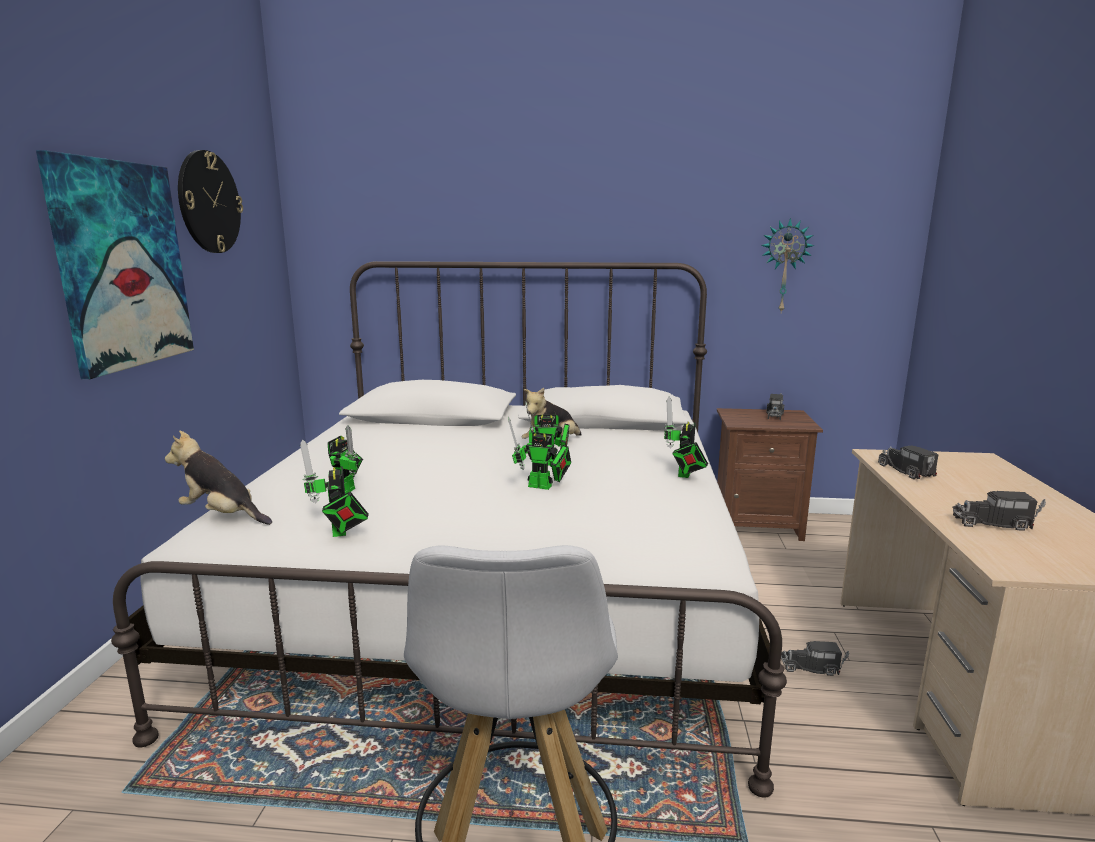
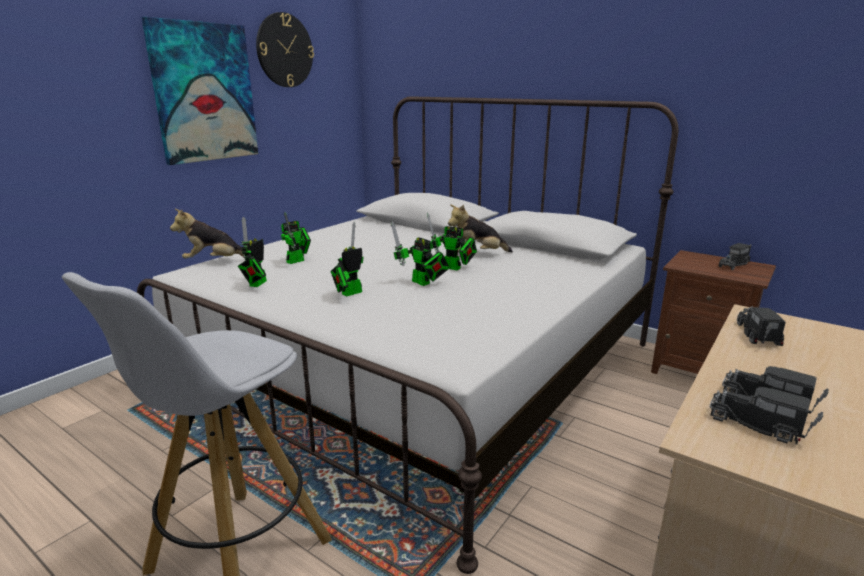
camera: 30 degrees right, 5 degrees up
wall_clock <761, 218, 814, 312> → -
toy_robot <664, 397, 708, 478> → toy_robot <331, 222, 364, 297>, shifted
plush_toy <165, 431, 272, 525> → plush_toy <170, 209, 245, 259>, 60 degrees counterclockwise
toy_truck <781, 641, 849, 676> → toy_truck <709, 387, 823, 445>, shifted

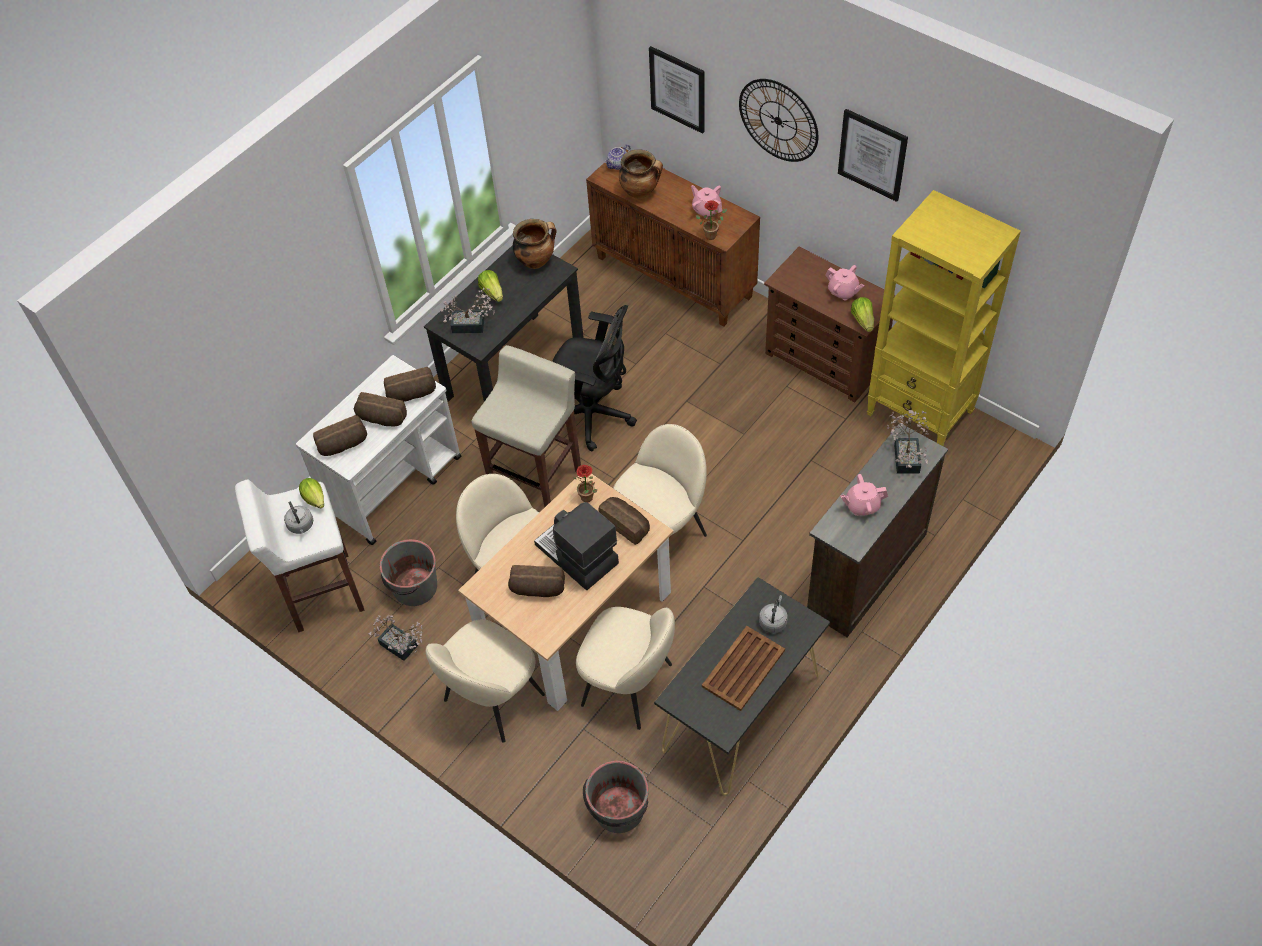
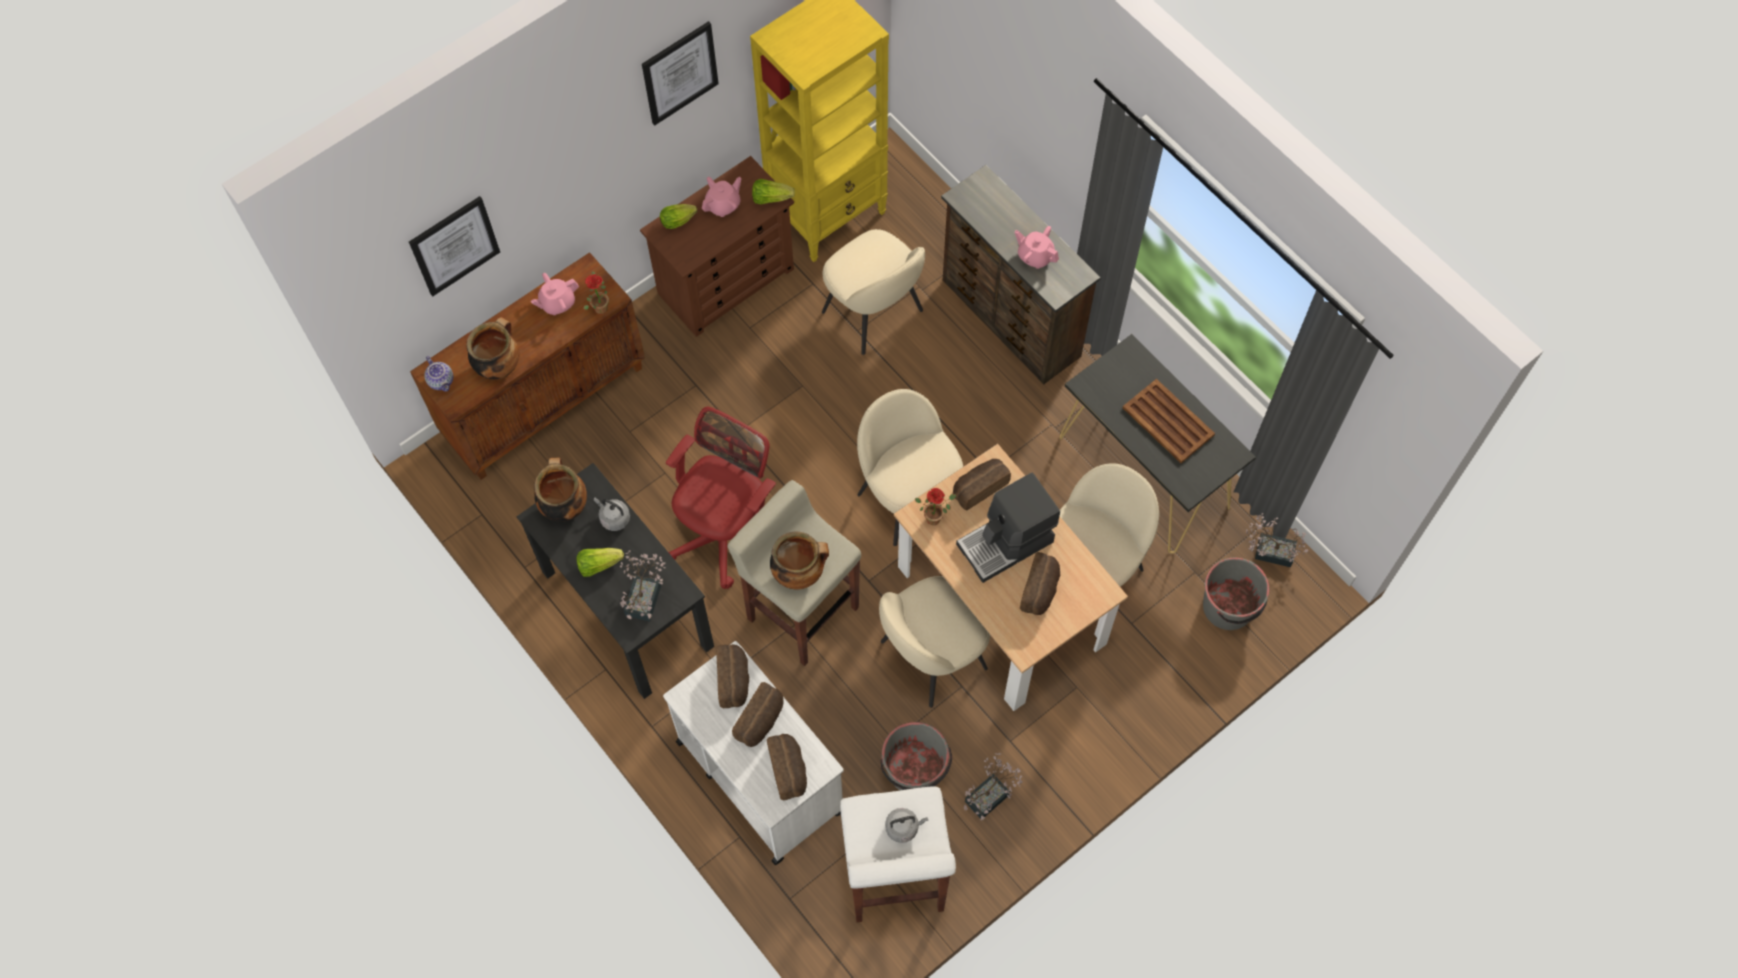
camera: 80 degrees left, 10 degrees up
wall_clock <739, 79, 818, 162> → -
black_office_chair <552, 305, 637, 451> → red_office_chair <666, 407, 776, 589>
potted_plant <887, 410, 929, 474> → potted_plant <1246, 513, 1308, 567>, shifted
pink_teapot <840, 474, 888, 516> → pink_teapot <1014, 226, 1059, 269>, 120 degrees clockwise
lettuce <299, 478, 324, 508> → lettuce <660, 204, 697, 229>, shifted
grey_kettle <759, 595, 788, 633> → grey_kettle <594, 498, 630, 531>, shifted
beige_chair <426, 619, 545, 743> → beige_chair <822, 229, 925, 355>, shifted
- → cooking_pot <770, 532, 829, 589>

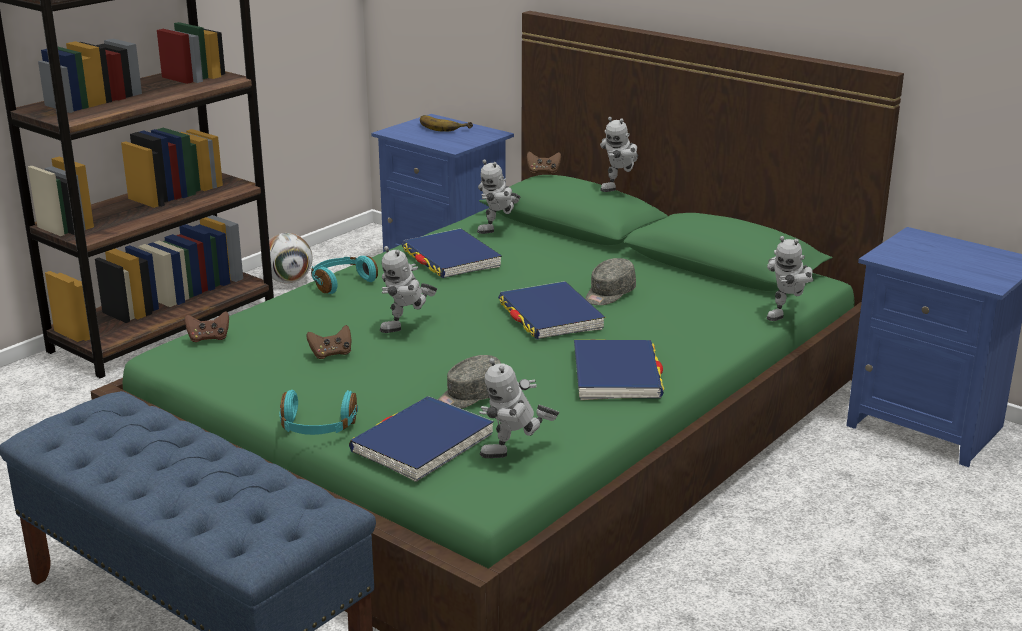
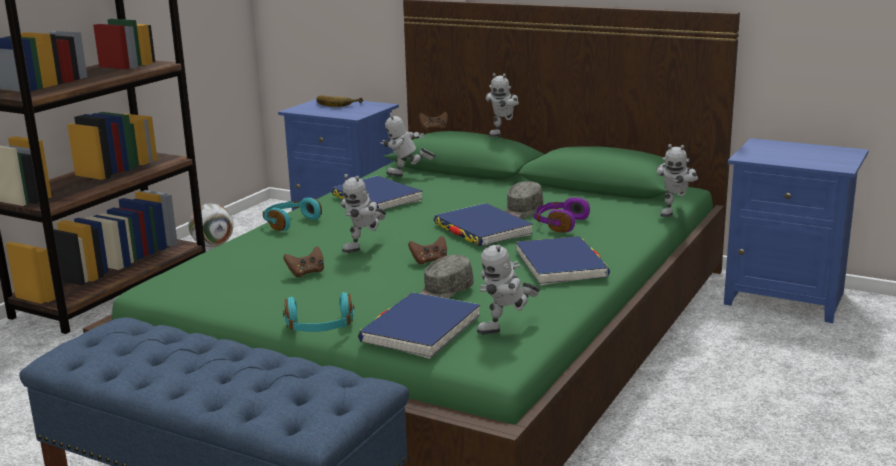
camera: 10 degrees left, 5 degrees down
toy_robot <477, 159, 520, 234> → toy_robot <380, 112, 436, 177>, 60 degrees clockwise
brown_game_controller <185, 311, 229, 342> → brown_game_controller <408, 236, 447, 264>, shifted
- → purple_headphones <533, 197, 590, 232>

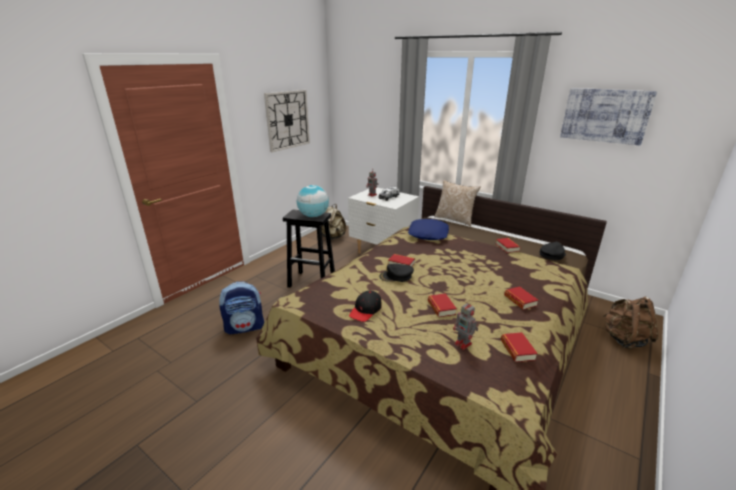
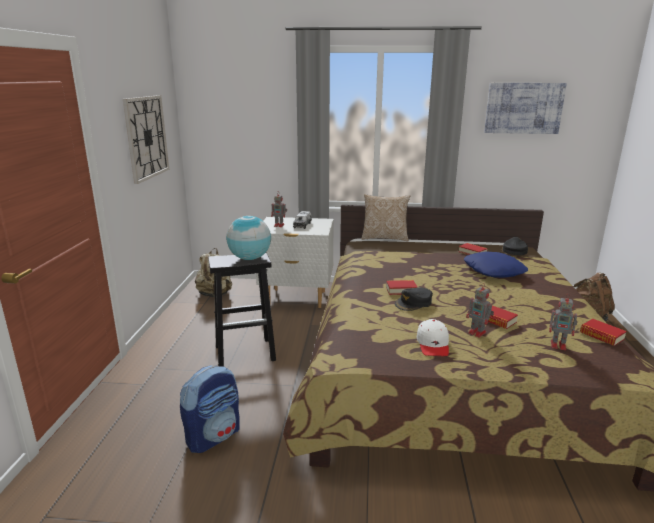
camera: 30 degrees left, 5 degrees down
blue_pillow <408, 219, 449, 240> → blue_pillow <464, 252, 528, 278>, shifted
book <504, 286, 538, 310> → -
black_cap <349, 291, 382, 322> → white_cap <417, 319, 449, 356>
- → toy_robot <466, 283, 494, 338>

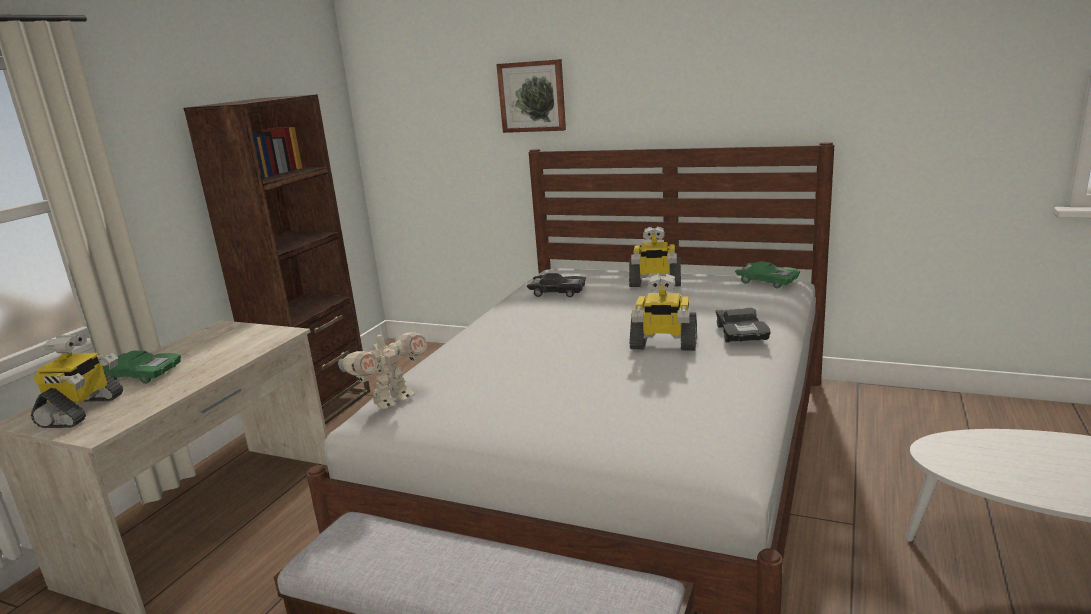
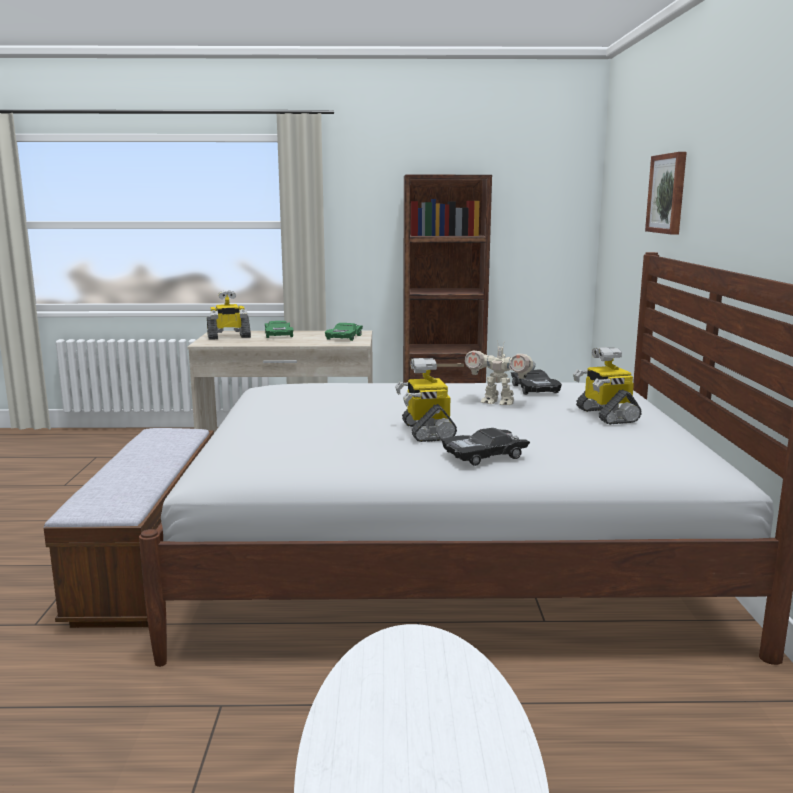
camera: 65 degrees right, 5 degrees down
green_toy_car <735, 261, 801, 288> → green_toy_car <325, 323, 363, 341>, shifted
toy_robot <338, 329, 427, 409> → toy_robot <465, 344, 536, 405>, shifted

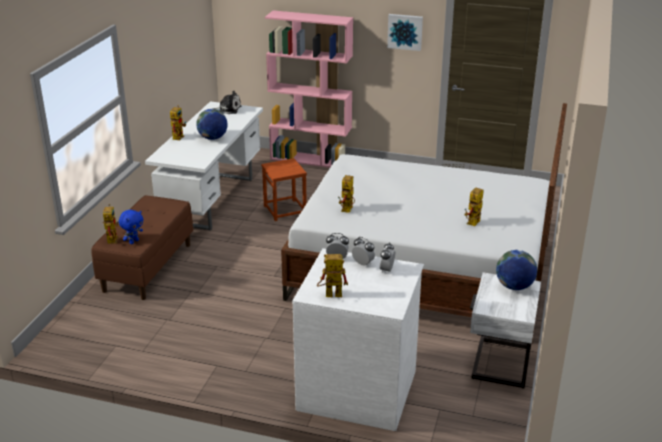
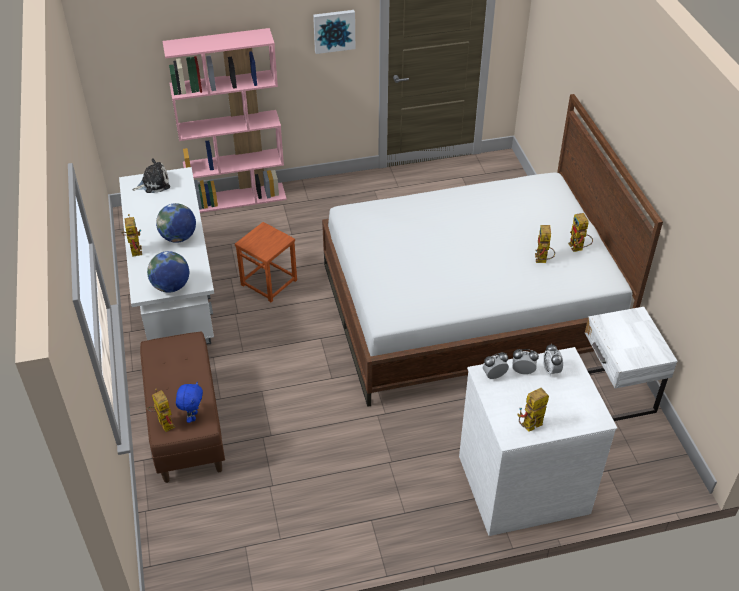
camera: 30 degrees left, 15 degrees up
toy_robot <338, 175, 355, 213> → toy_robot <568, 213, 593, 252>, shifted
globe <496, 250, 537, 290> → globe <147, 251, 189, 293>, shifted

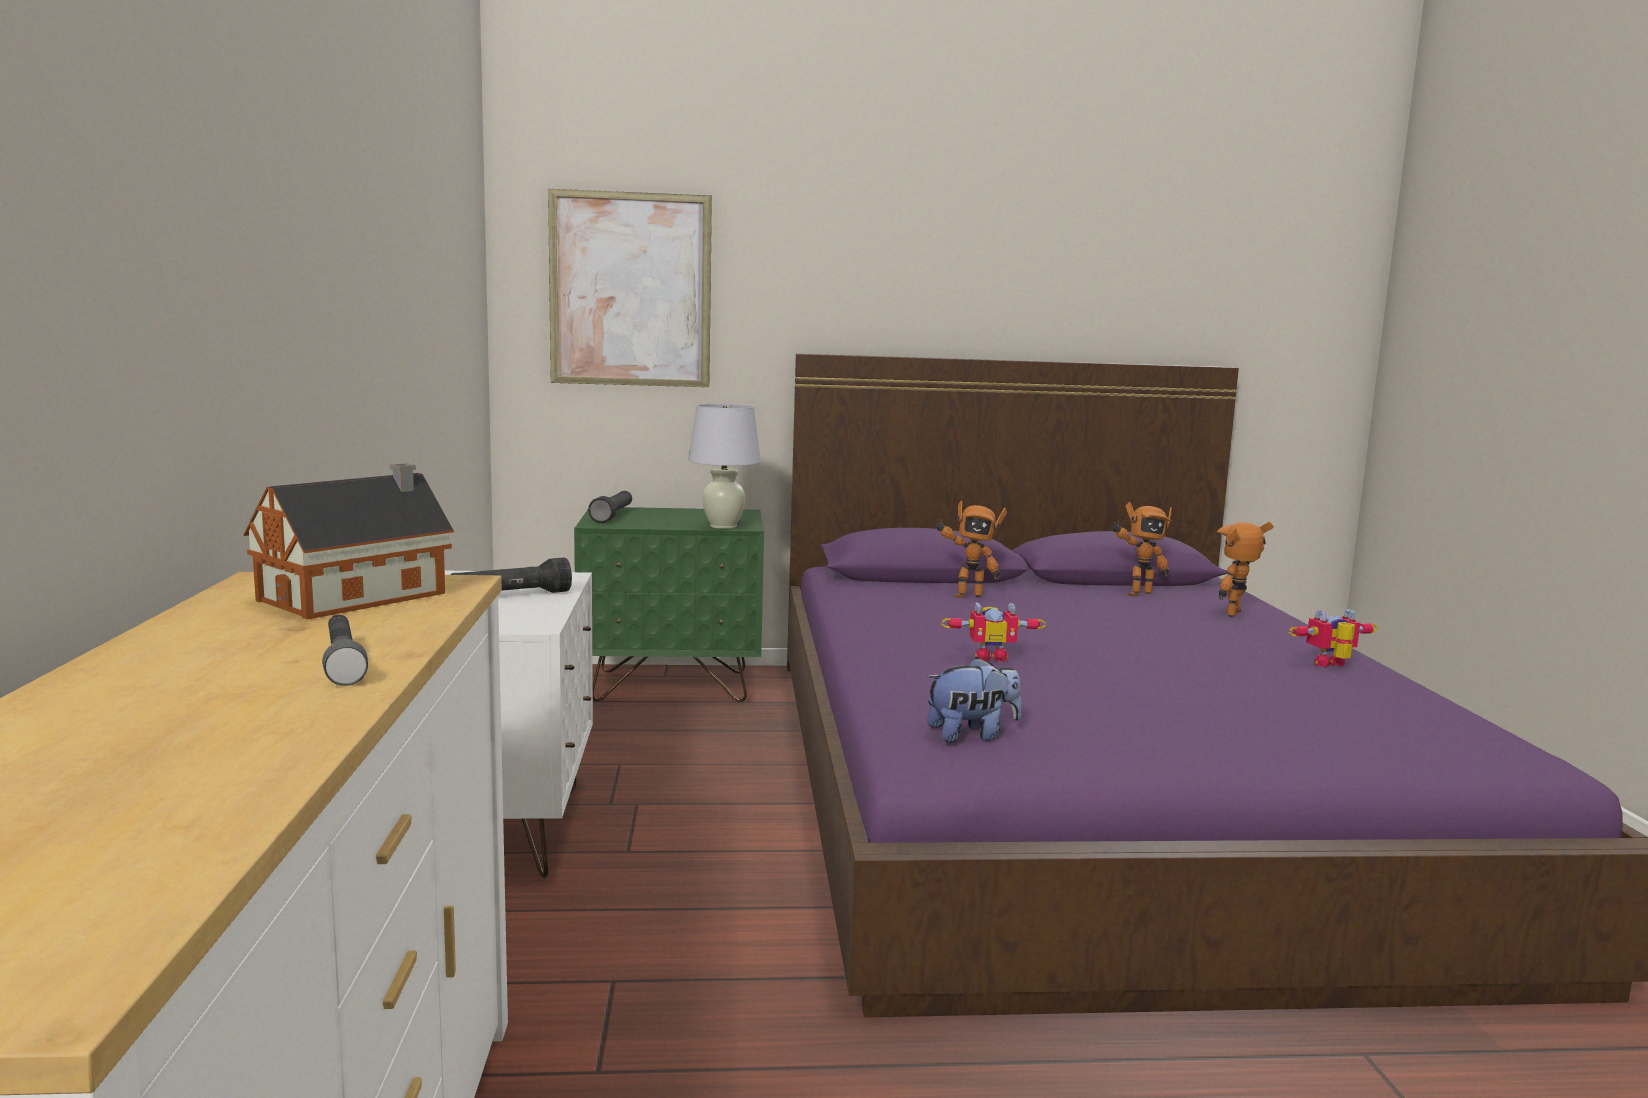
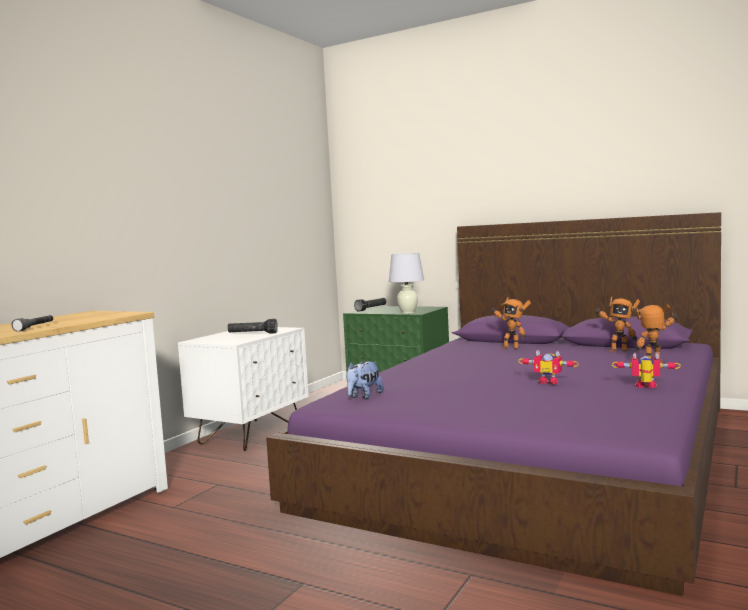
camera: 35 degrees right, 5 degrees down
picture <548, 189, 712, 387> → -
toy_house <244, 463, 454, 619> → -
toy_robot <941, 602, 1046, 662> → toy_robot <518, 350, 579, 385>, shifted
plush_toy <926, 657, 1022, 742> → plush_toy <346, 361, 383, 399>, 105 degrees clockwise

